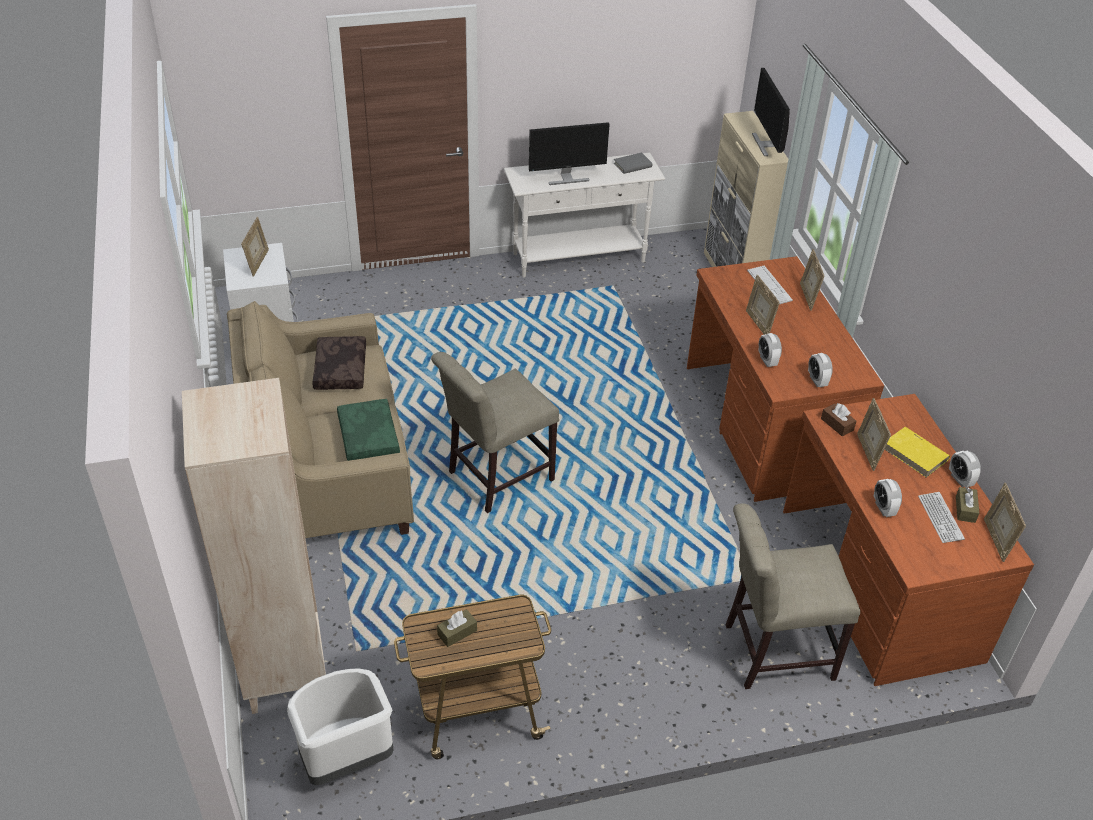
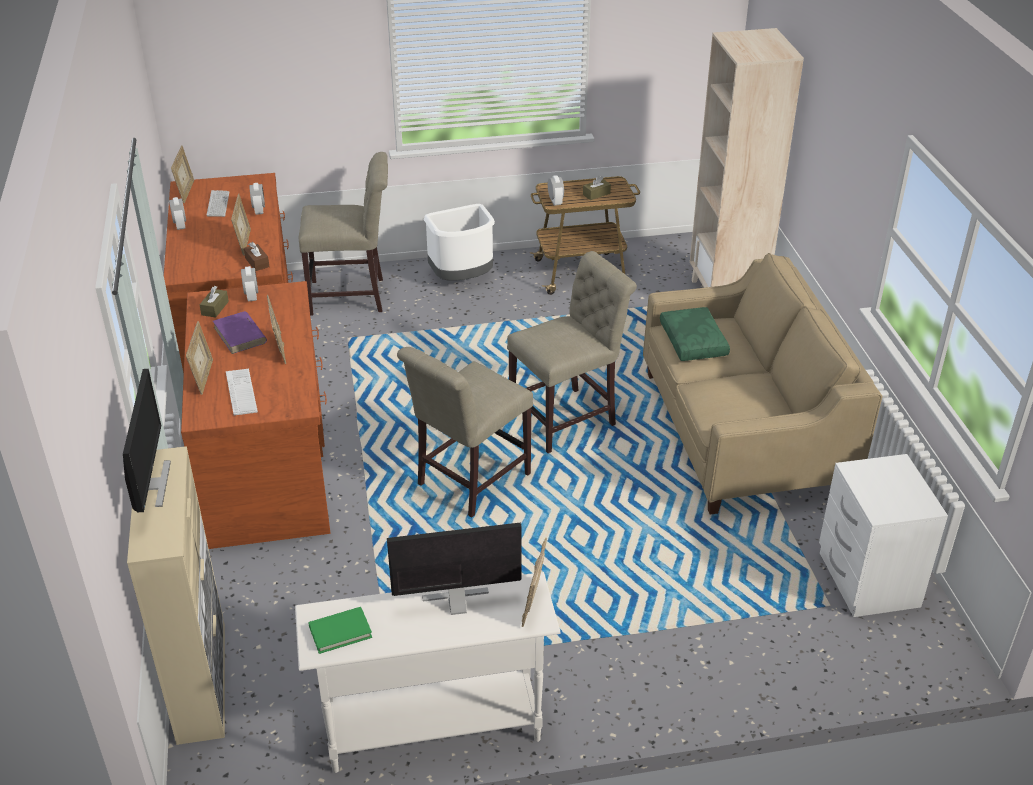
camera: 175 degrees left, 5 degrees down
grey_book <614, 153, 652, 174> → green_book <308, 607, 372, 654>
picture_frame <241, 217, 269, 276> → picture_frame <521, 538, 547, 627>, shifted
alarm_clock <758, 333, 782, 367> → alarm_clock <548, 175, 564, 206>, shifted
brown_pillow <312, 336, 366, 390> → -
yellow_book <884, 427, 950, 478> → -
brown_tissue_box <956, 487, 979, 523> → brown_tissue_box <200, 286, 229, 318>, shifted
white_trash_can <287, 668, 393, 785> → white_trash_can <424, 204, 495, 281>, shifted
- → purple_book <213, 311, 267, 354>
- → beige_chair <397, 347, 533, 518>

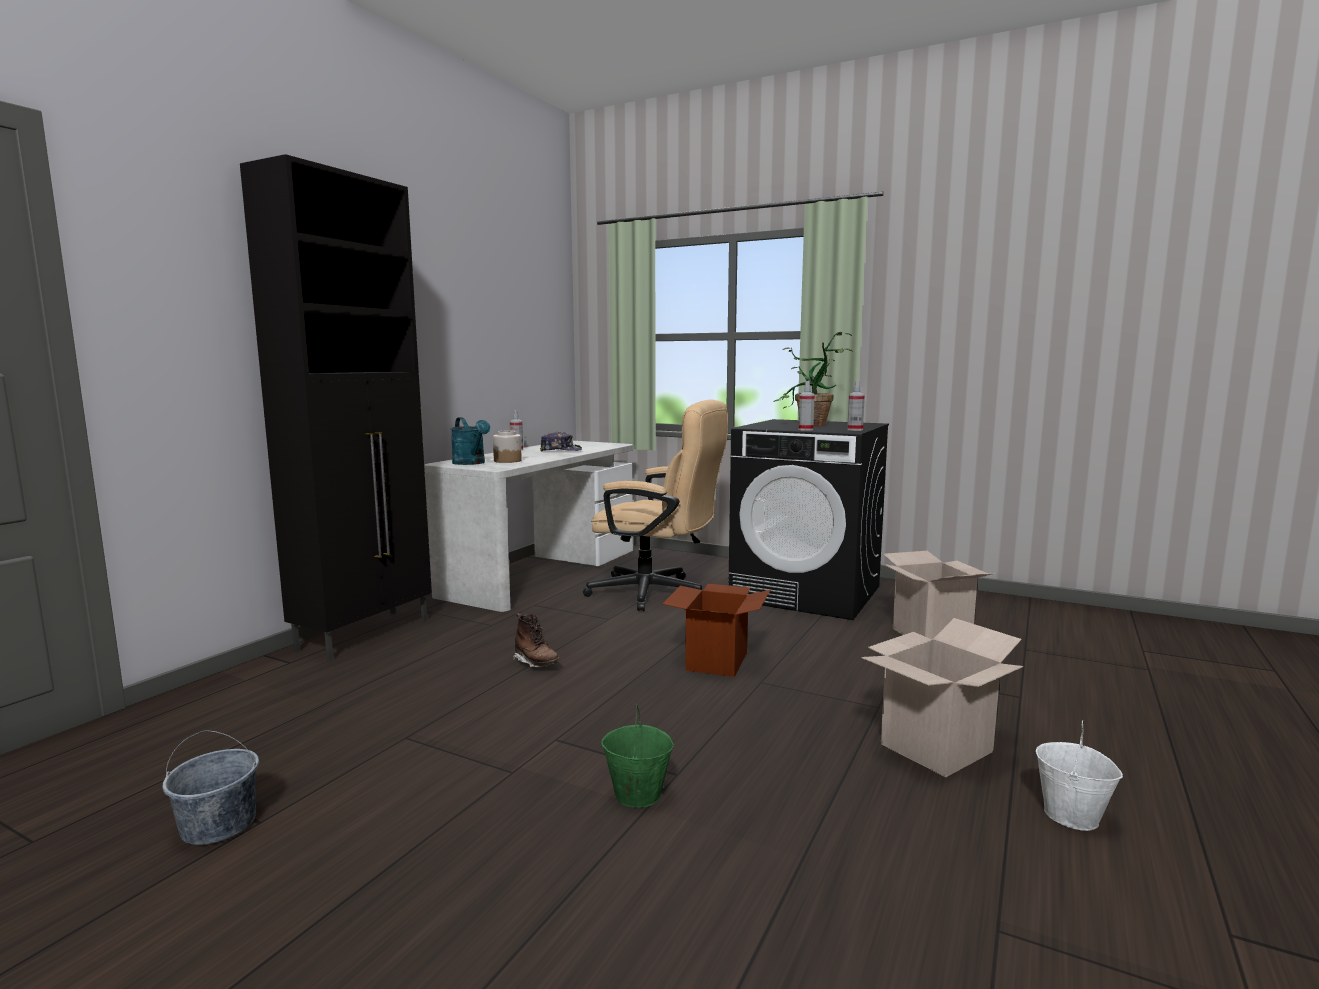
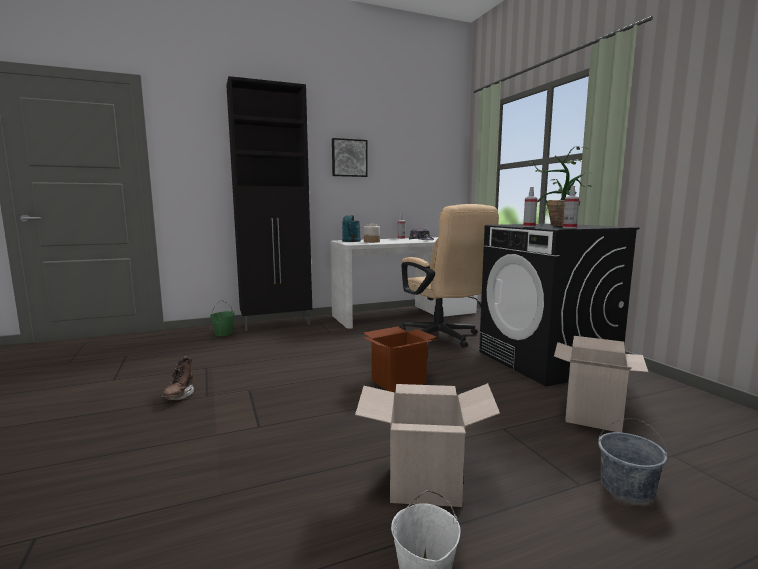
camera: 40 degrees right, 0 degrees up
brown_boot <513, 613, 560, 668> → brown_boot <162, 356, 194, 400>, shifted
green_bucket <601, 704, 674, 808> → green_bucket <210, 300, 235, 336>, shifted
grey_bucket <163, 730, 259, 845> → grey_bucket <598, 418, 667, 503>, shifted
- → picture <332, 138, 368, 177>

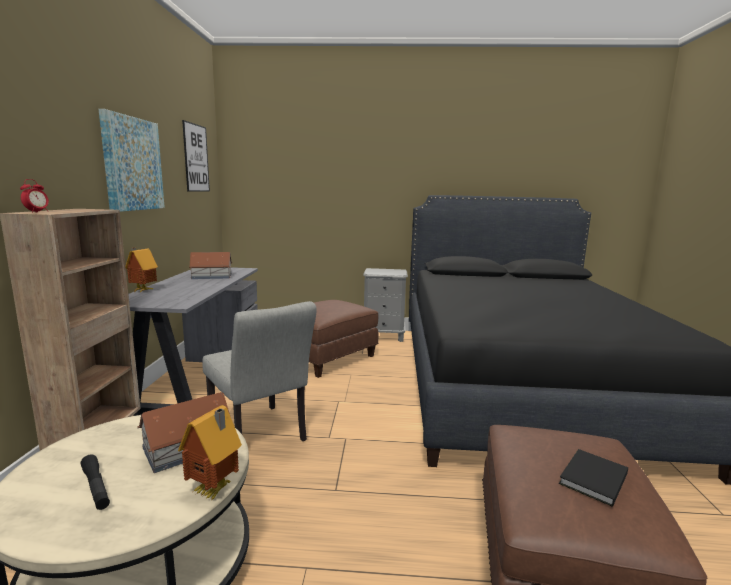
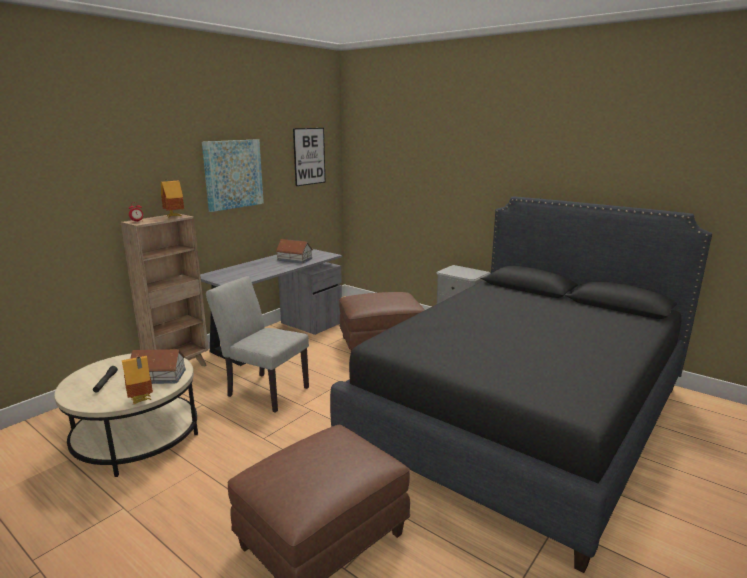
camera: 35 degrees right, 5 degrees up
toy_house <125, 248, 158, 292> → toy_house <161, 179, 184, 217>, shifted
grey_chair <202, 301, 317, 441> → grey_chair <206, 276, 309, 413>, 120 degrees clockwise
black_book <559, 449, 628, 507> → -

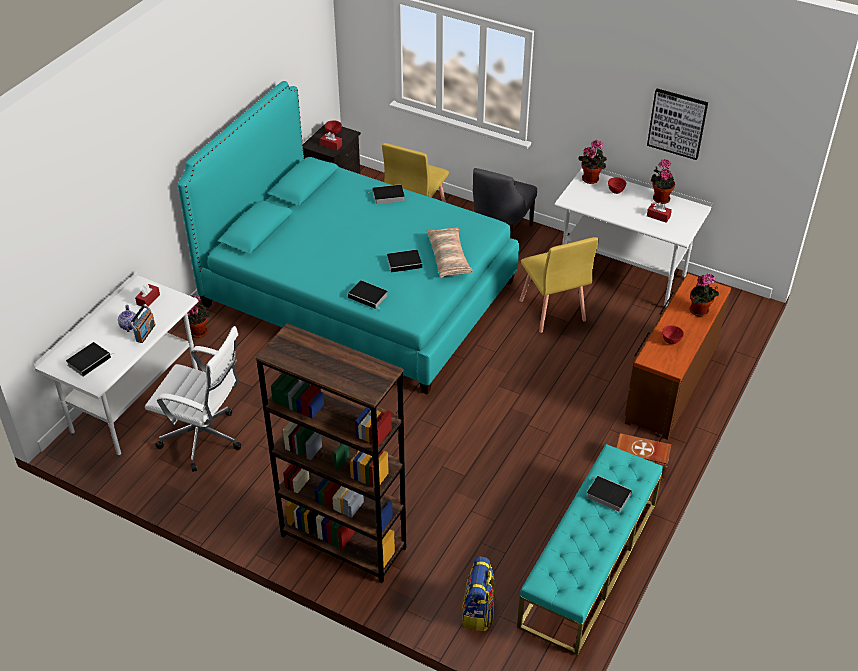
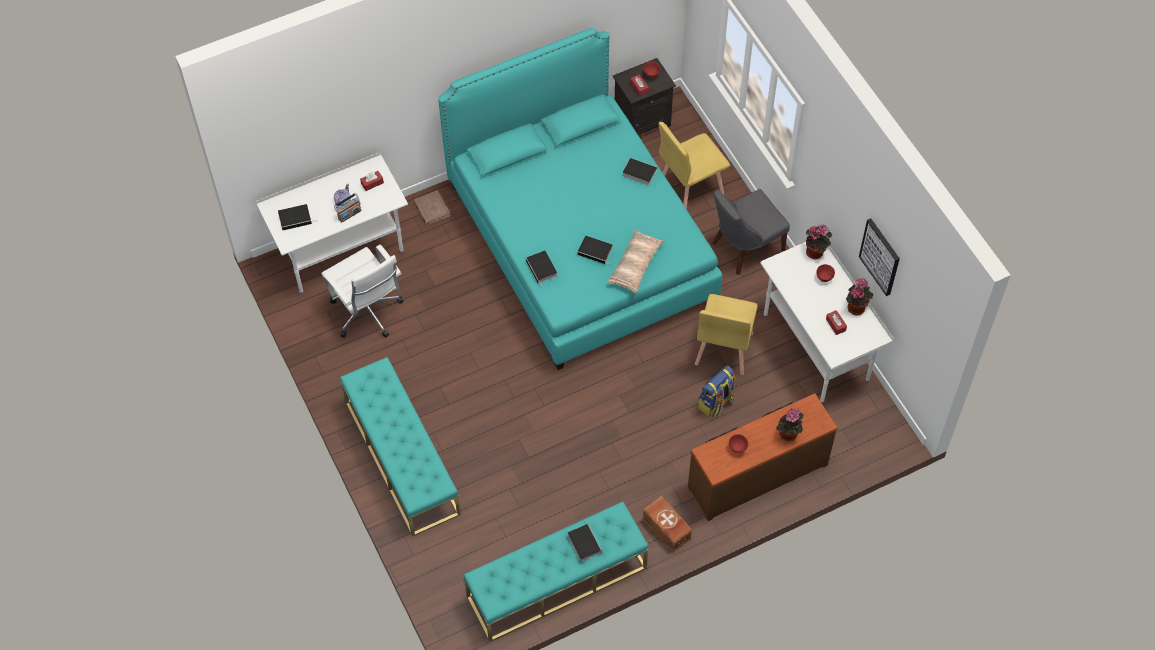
camera: 35 degrees right, 15 degrees up
potted_plant <182, 294, 211, 338> → brown_book <414, 190, 450, 225>
brown_bookcase <255, 323, 406, 583> → turquoise_bench <340, 357, 461, 537>
backpack <461, 556, 496, 631> → backpack <698, 366, 735, 418>, shifted

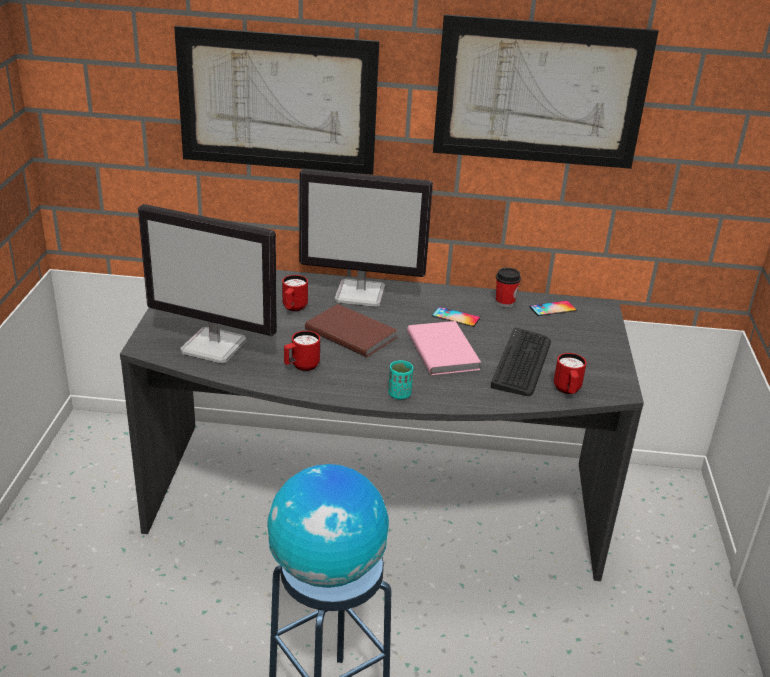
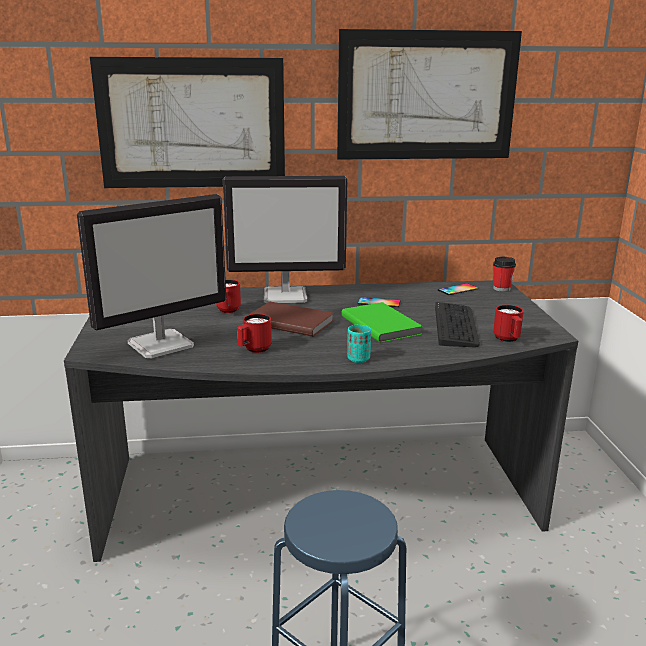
camera: 10 degrees left, 10 degrees down
monitor <138, 204, 277, 364> → monitor <77, 194, 226, 358>, 45 degrees counterclockwise
cup <496, 268, 521, 308> → cup <493, 257, 516, 292>, shifted
pink_book <407, 321, 481, 375> → green_book <341, 302, 423, 343>
globe <267, 464, 389, 588> → -

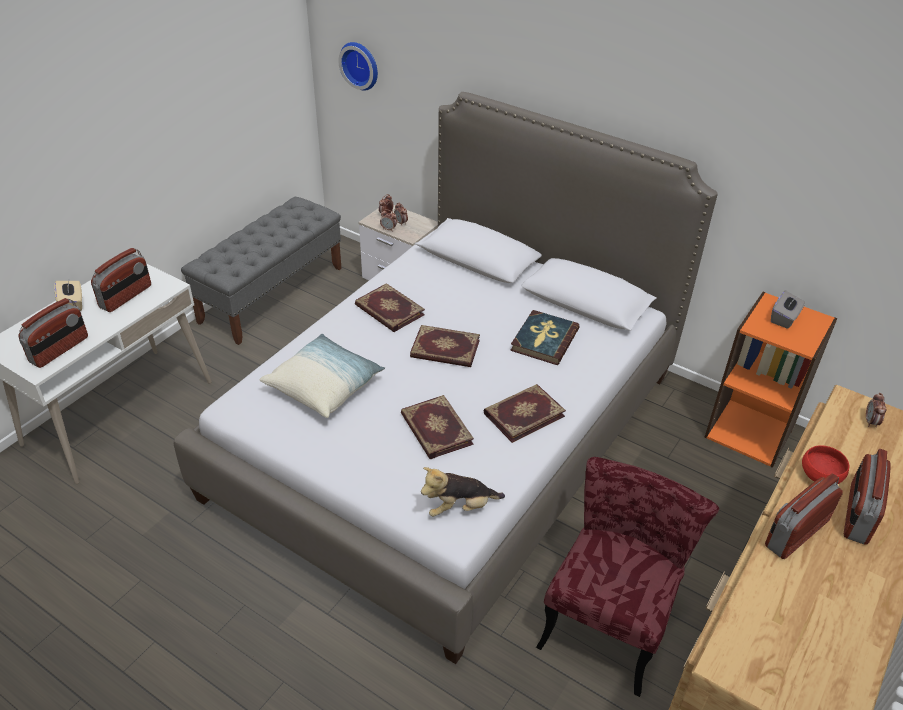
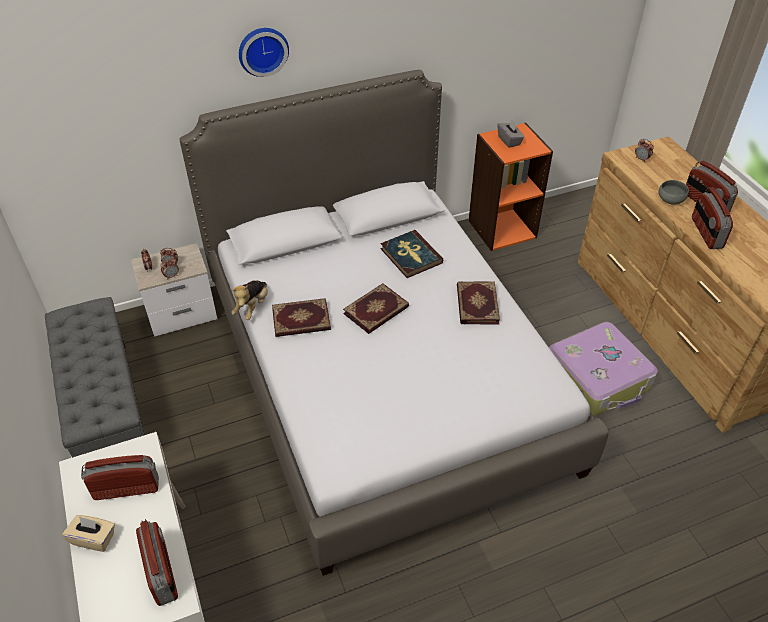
camera: 55 degrees left, 5 degrees up
wall_clock <338, 42, 378, 91> → wall_clock <239, 28, 289, 77>, shifted
radio <91, 248, 151, 312> → radio <81, 455, 159, 500>, 75 degrees counterclockwise
pillow <259, 334, 385, 418> → -
book <401, 395, 474, 459> → -
red_bowl <802, 445, 849, 484> → grey_bowl <658, 180, 689, 204>
red_chair <536, 457, 720, 697> → suitcase <549, 322, 658, 416>
plush_toy <421, 467, 505, 517> → plush_toy <231, 280, 268, 320>, shifted

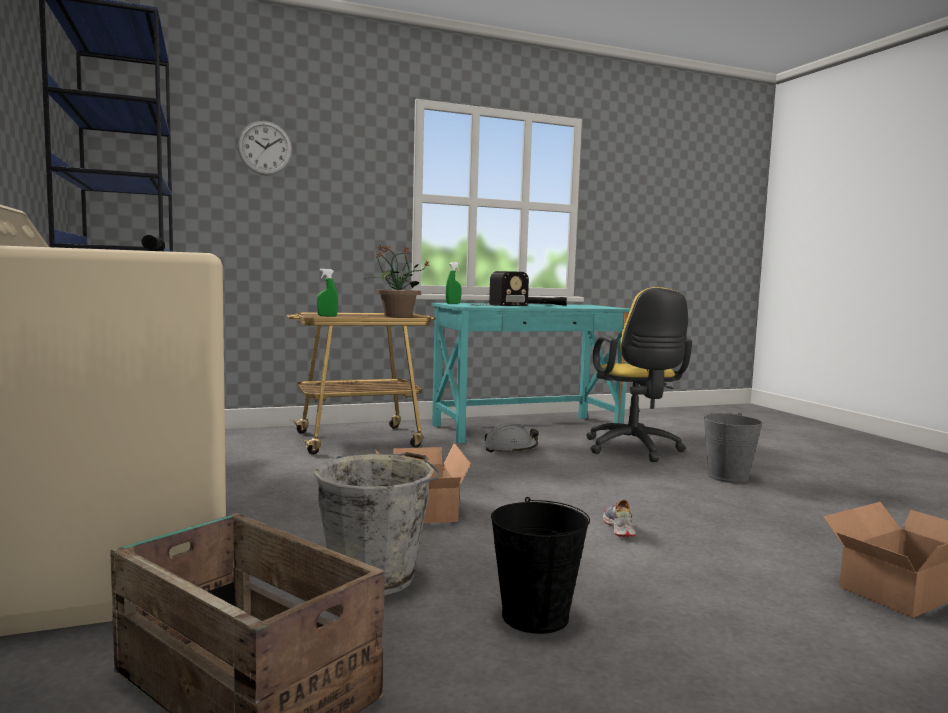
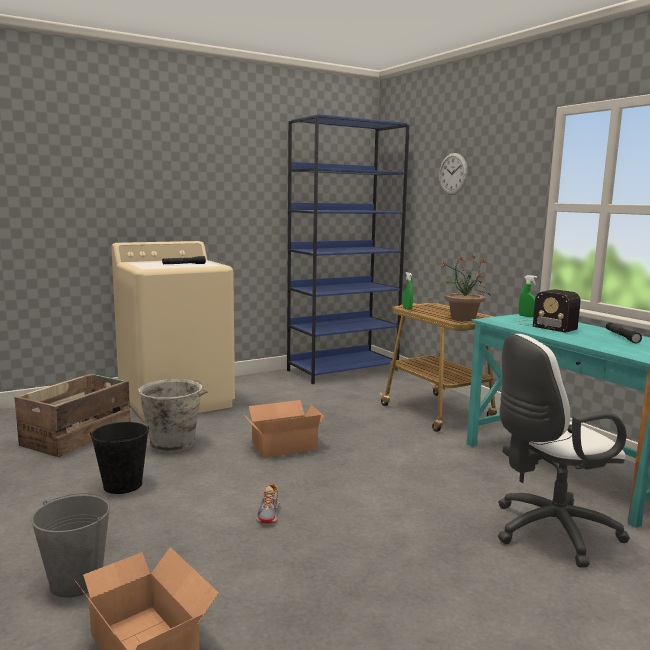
camera: 80 degrees right, 5 degrees up
yellow_office_chair <586, 287, 692, 462> → white_office_chair <498, 334, 630, 567>
grey_bucket <703, 413, 763, 483> → grey_bucket <31, 493, 111, 598>, shifted
grey_hard_hat <484, 422, 539, 453> → -
shoe <603, 500, 636, 537> → shoe <256, 484, 280, 524>, 105 degrees clockwise

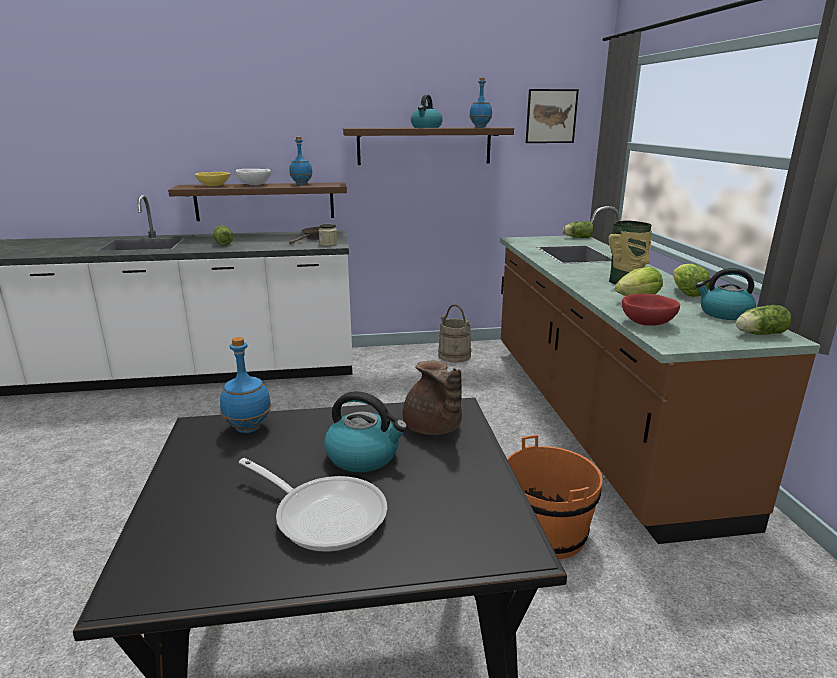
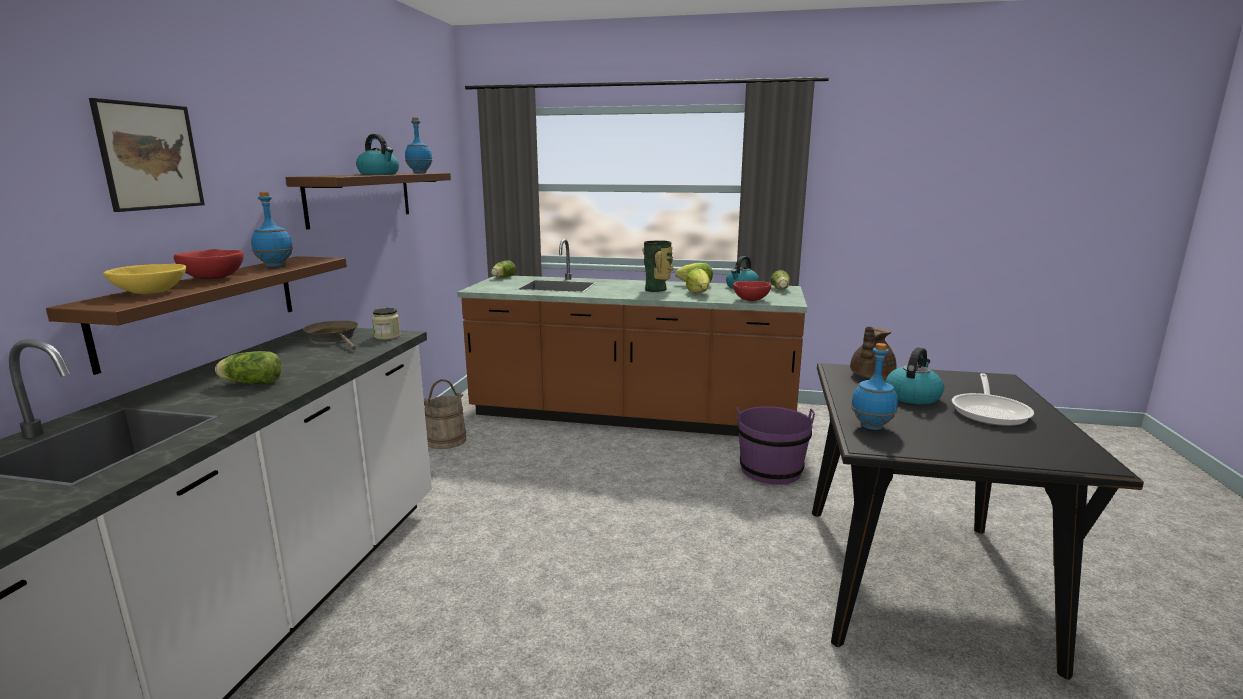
camera: 70 degrees left, 5 degrees down
picture <526, 89, 579, 143> → picture <89, 98, 205, 212>, shifted
white_bowl <236, 169, 271, 185> → red_bowl <174, 249, 244, 279>
brown_teapot <403, 361, 462, 435> → brown_teapot <850, 326, 896, 379>, 135 degrees clockwise
orange_bucket <507, 435, 603, 560> → purple_bucket <737, 406, 815, 484>
frying_pan <239, 458, 387, 552> → frying_pan <952, 373, 1034, 426>, 150 degrees clockwise

